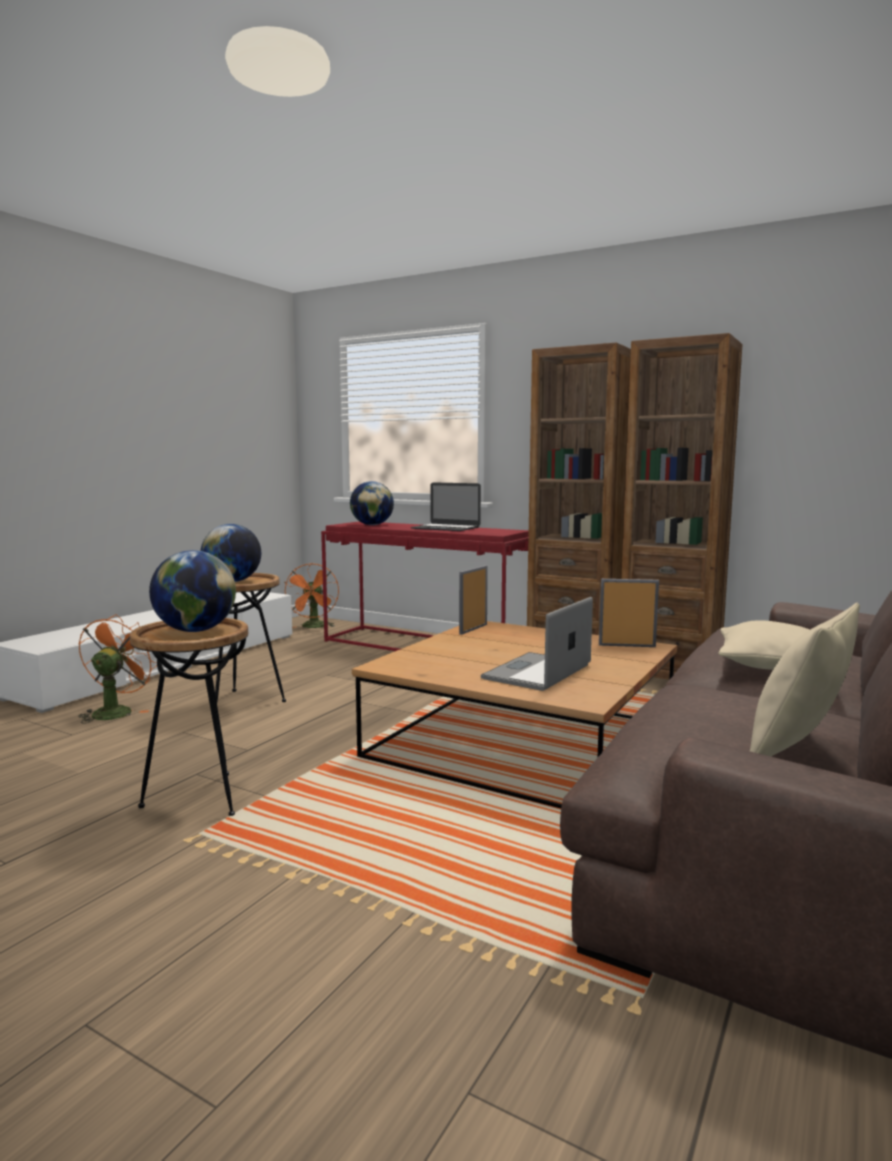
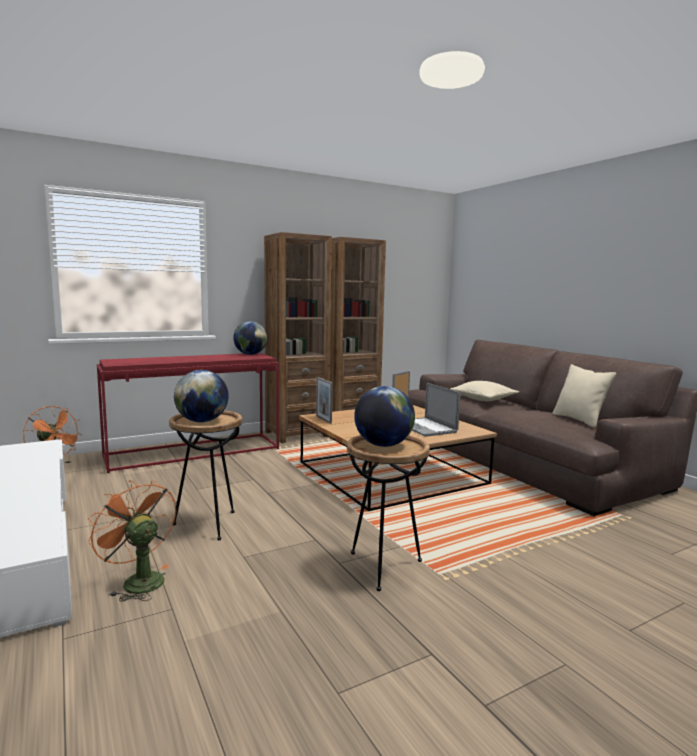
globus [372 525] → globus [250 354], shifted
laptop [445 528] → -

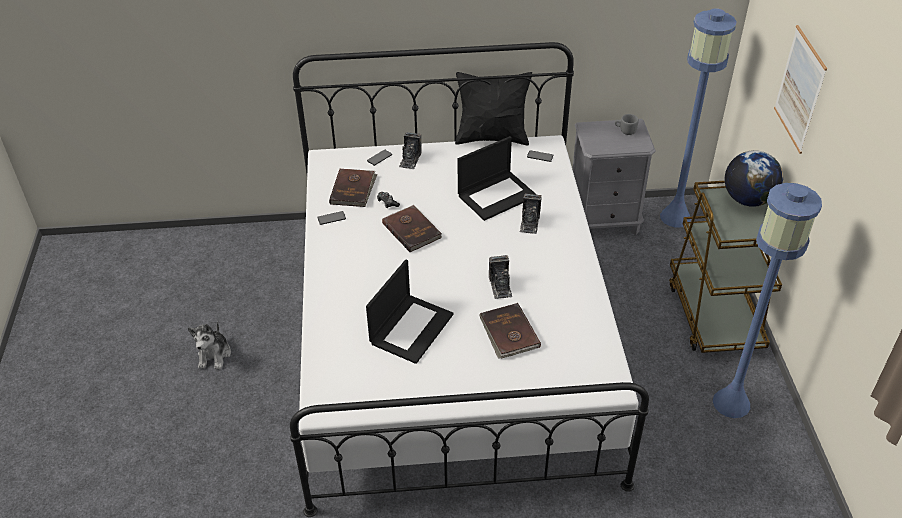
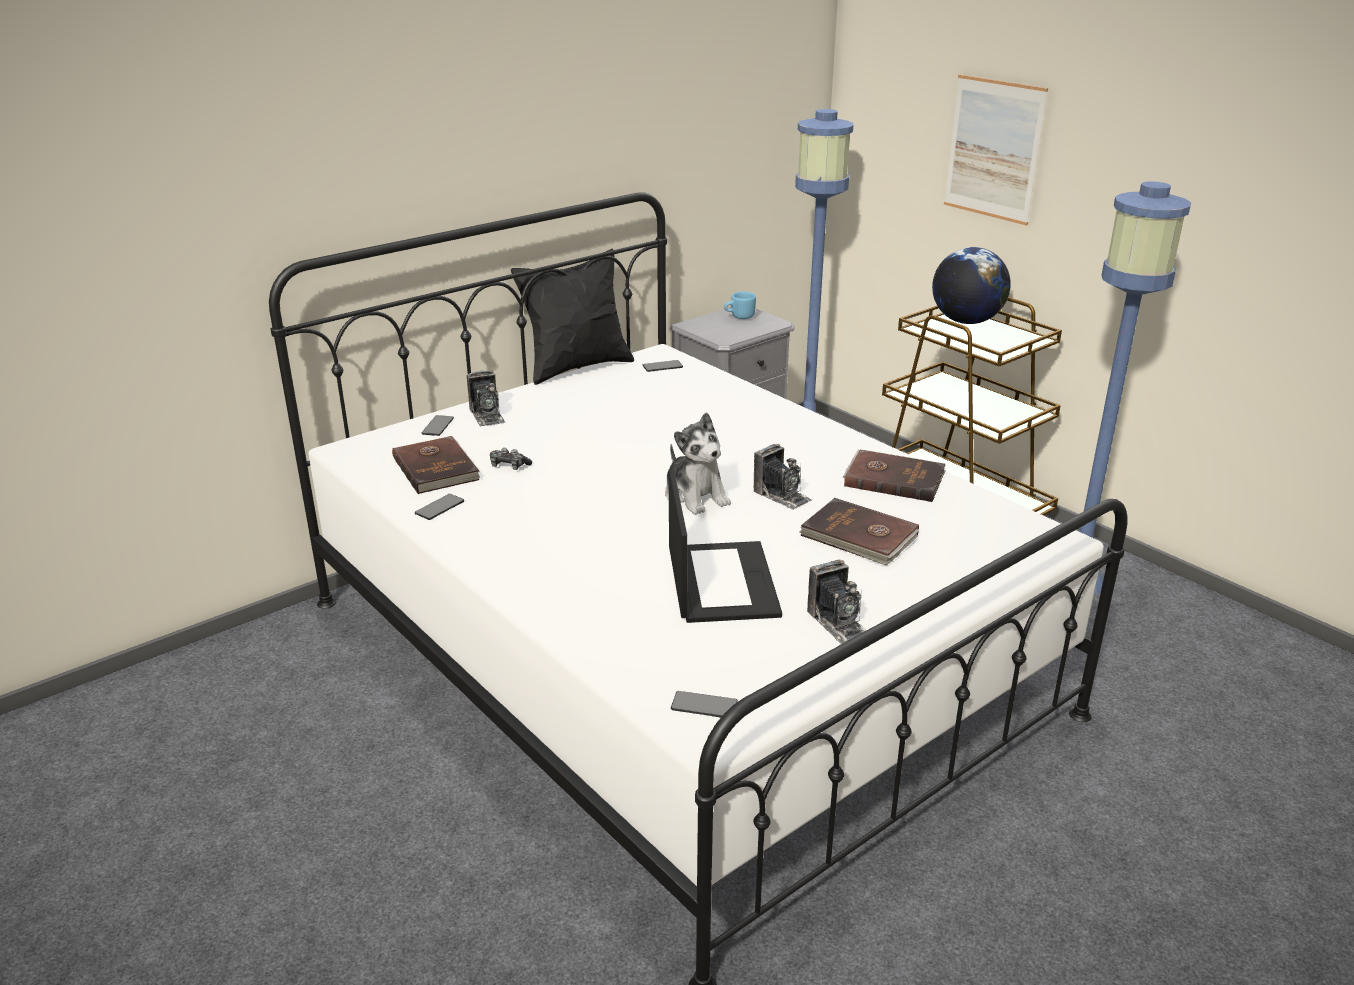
pluszak [214 355] → pluszak [695 496], shifted
książka (brązowy) [412 230] → książka (brązowy) [893 479], shifted
laptop [497 195] → -
aparat fotograficzny [529 223] → aparat fotograficzny [838 623], shifted
kubek (szary) [625 131] → kubek (niebieski) [739 317]
- → telefon [704 706]

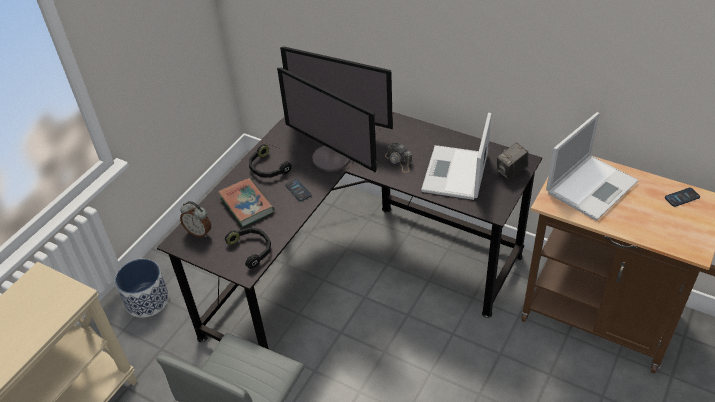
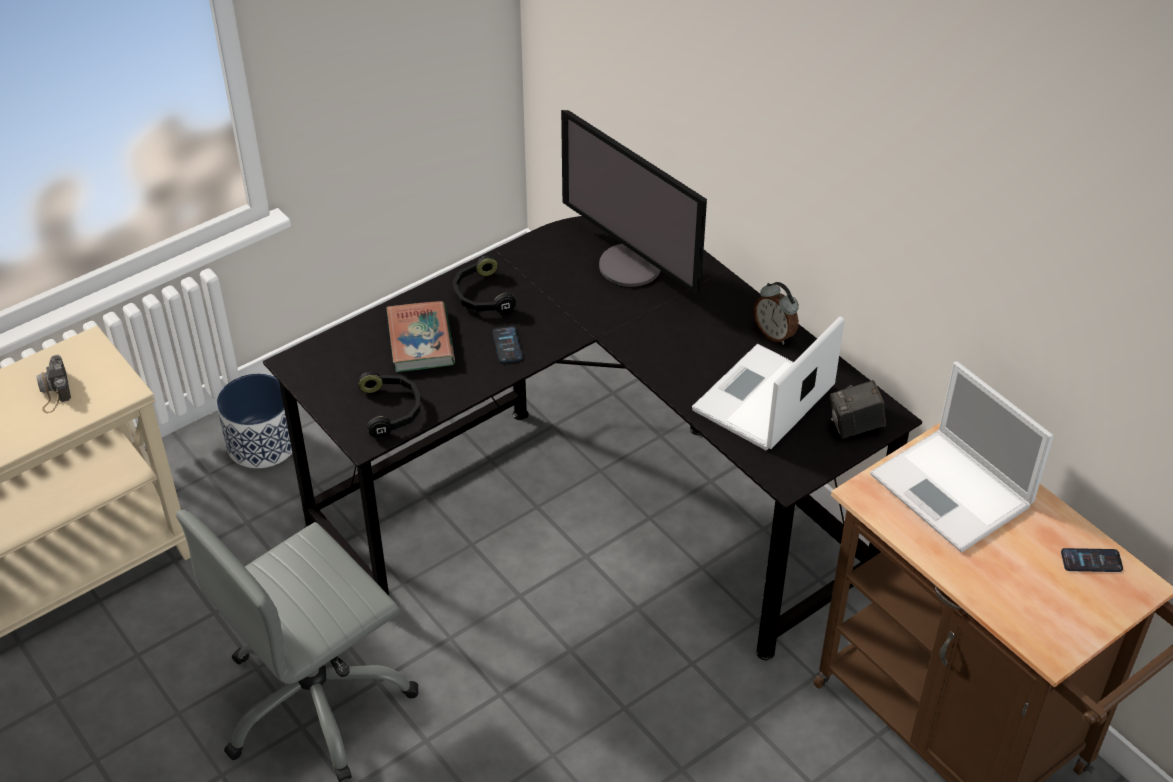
budzik [199 232] → budzik [775 334], shifted
monitor [333 158] → -
aparat fotograficzny [399 161] → aparat fotograficzny [54 390], shifted
laptop [592 186] → laptop [953 491], 75 degrees clockwise

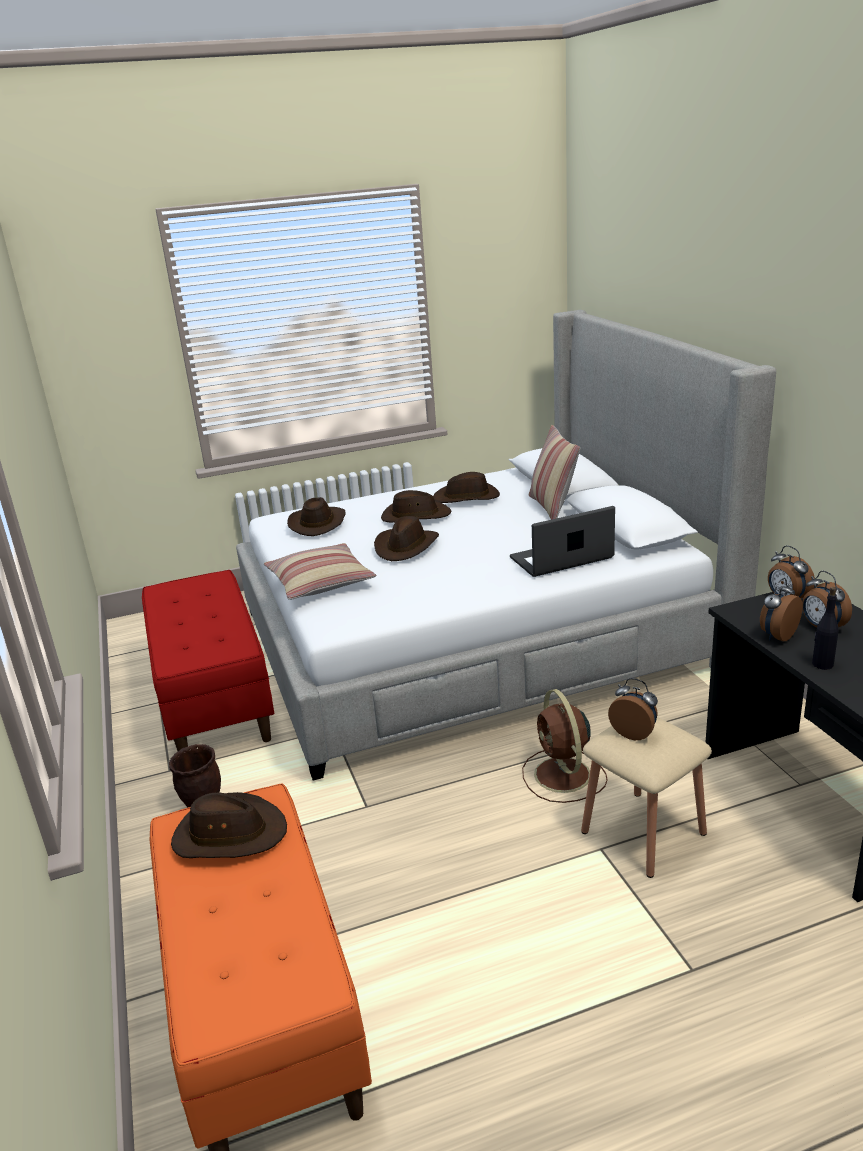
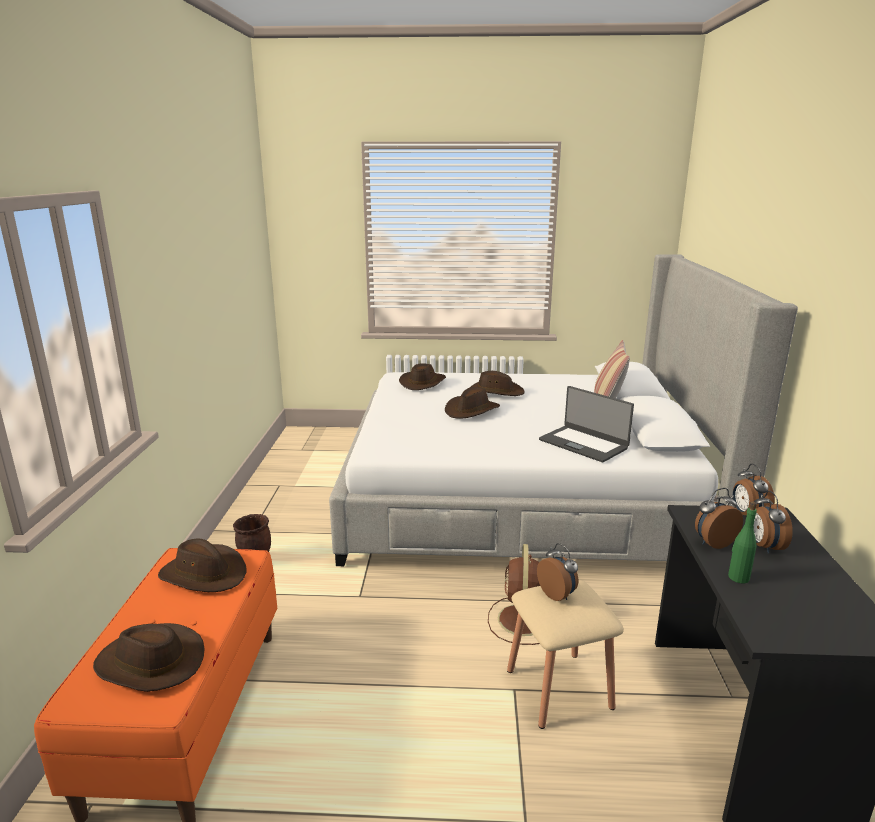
ławka (czerwony) [215 699] → -
poduszka [320 582] → -
kapelusz (brązowy) [467 497] → kapelusz (brązowy) [149 663], shifted
laptop [562 559] → laptop [583 444], 135 degrees counterclockwise
butelka (czarny) [822 664] → butelka (zielony) [738 577]

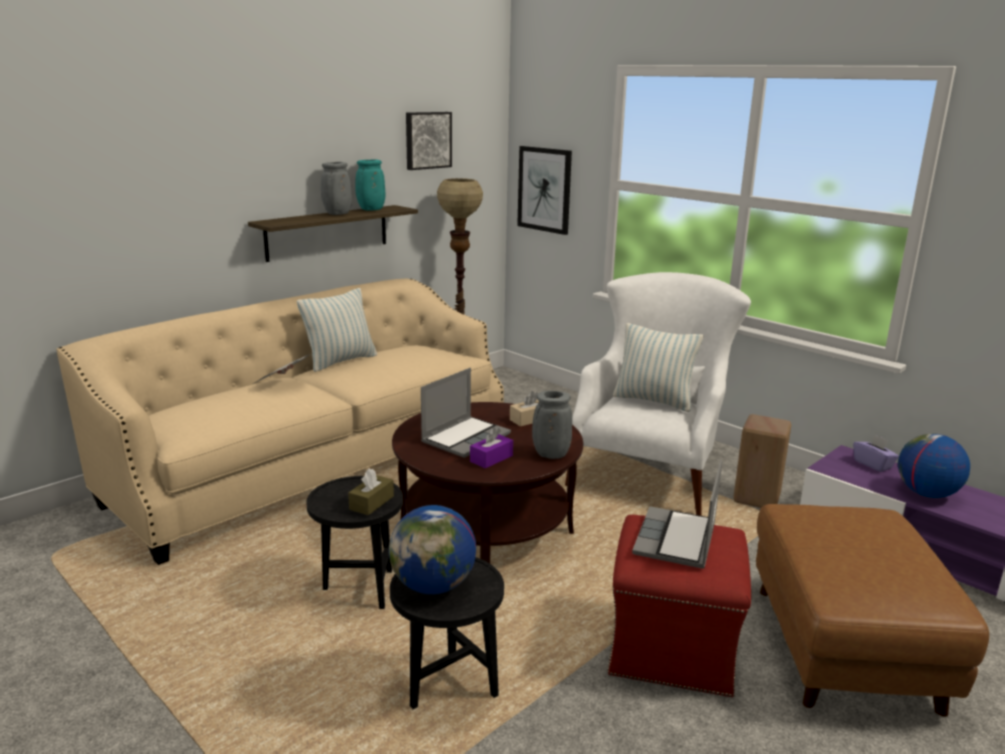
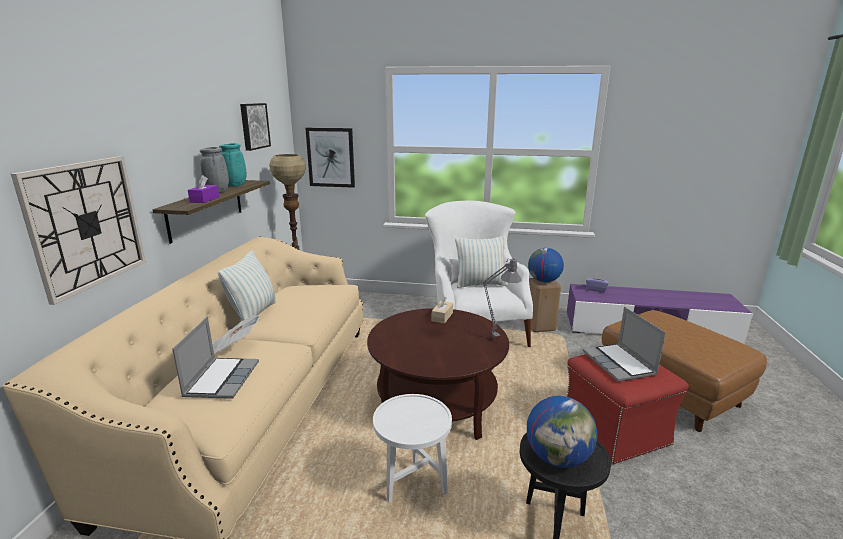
stolik (czarny) [359 590] → stolik (biały) [412 487]
pudełko chusteczek (brązowy) [371 503] → -
laptop [465 438] → laptop [221 379], shifted
pudełko chusteczek (fioletowy) [491 458] → pudełko chusteczek (fioletowy) [204 199], shifted
wazon (szary) [550 455] → lampa stołowa (szary) [490 336]
globus [926 494] → globus [543 281], shifted
- → zegar ścienny [86 225]

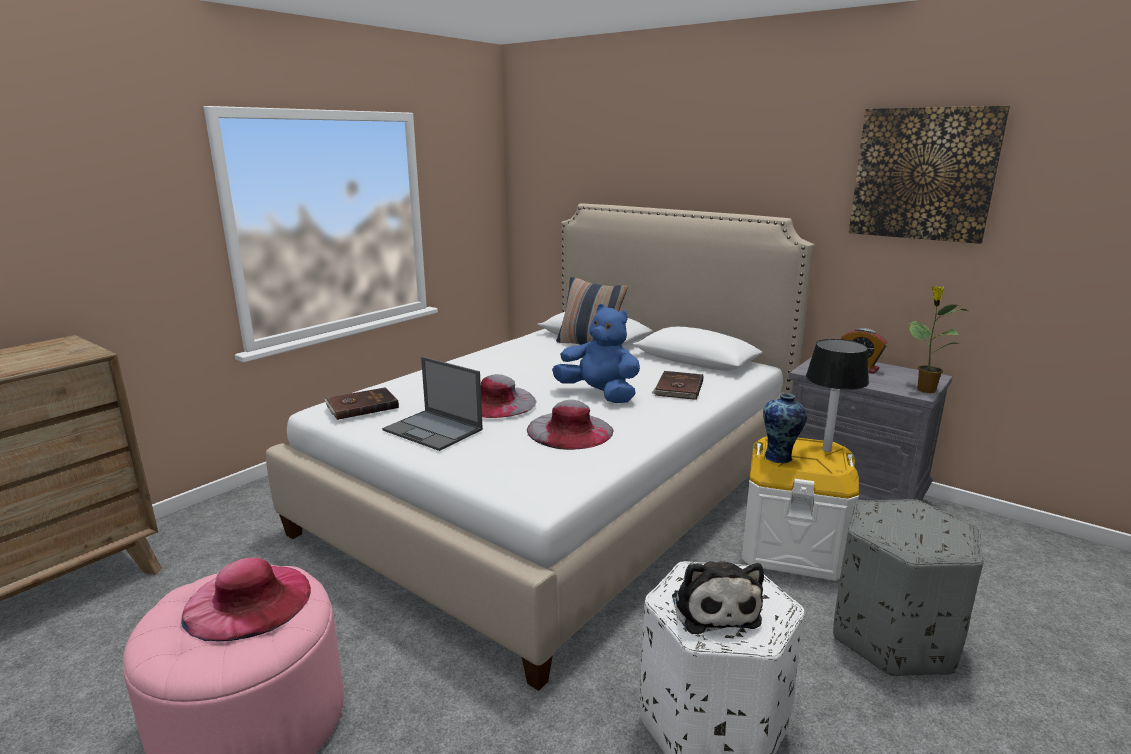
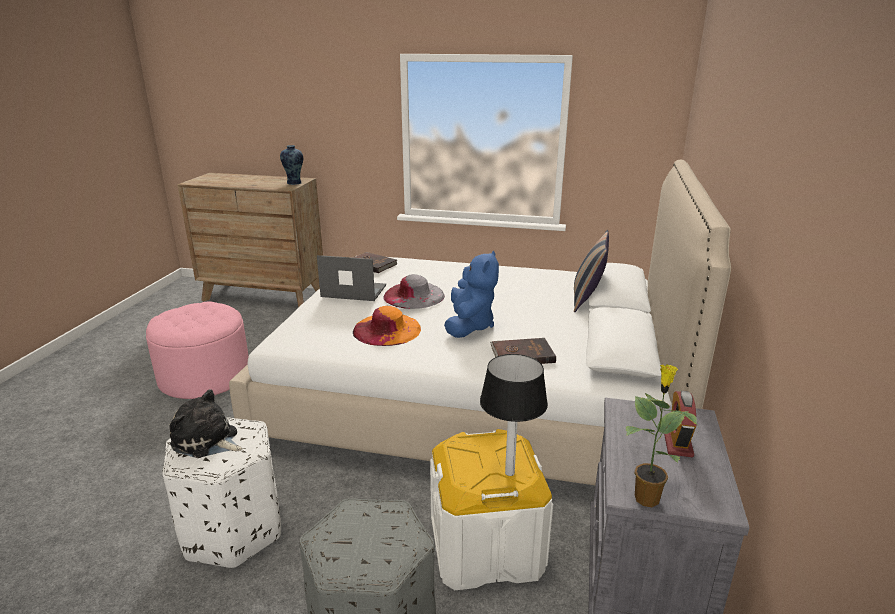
kapelusz (różowy) [248 601] → -
laptop [434 430] → laptop [353 291], 90 degrees clockwise
kapelusz (szary) [570 430] → kapelusz (pomarańczowy) [387 329]
pluszak [713 607] → pluszak [207 441], 60 degrees clockwise
wazon [779 457] → wazon [294 183], shifted
obraz [923 174] → -

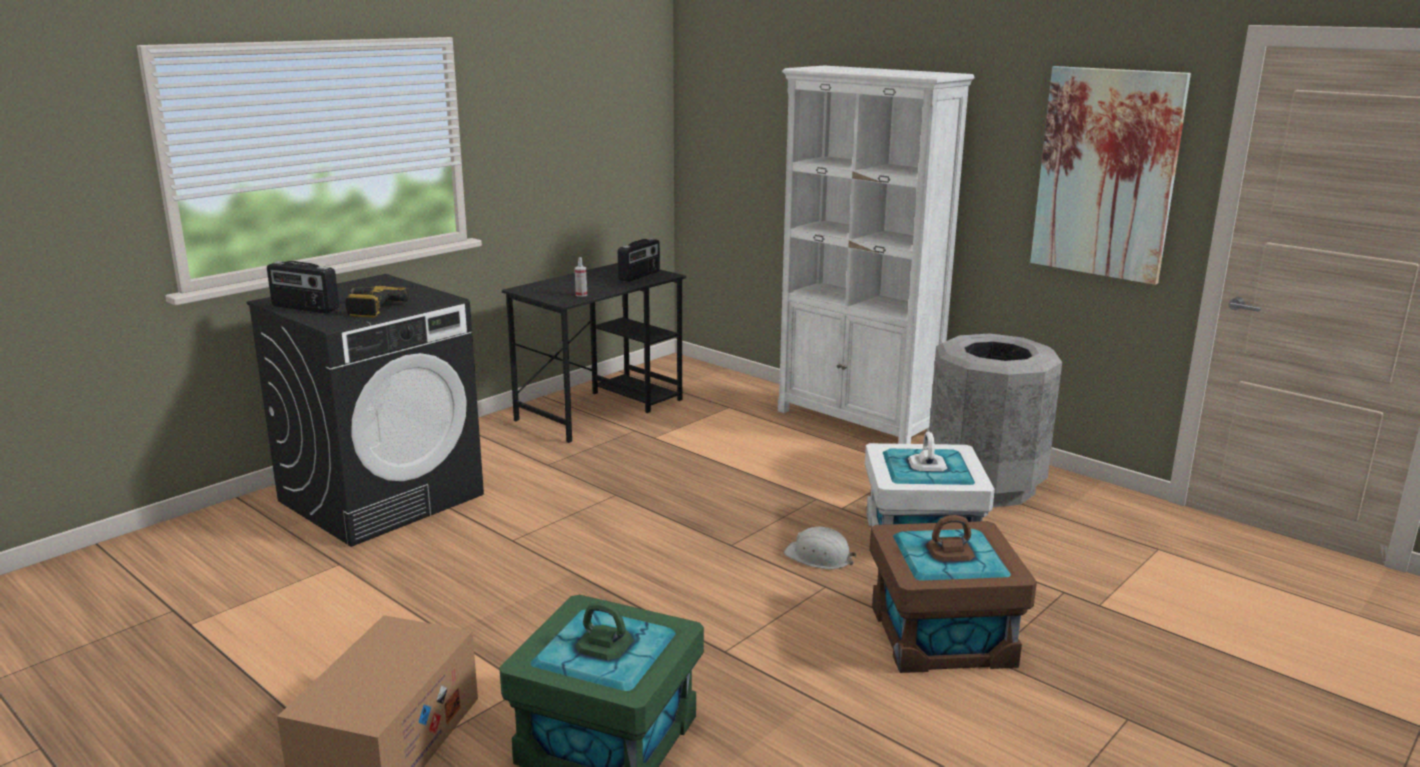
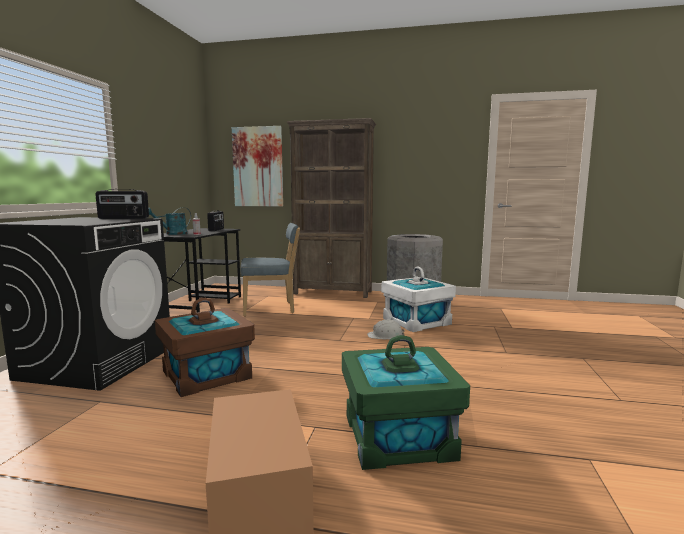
radio [305 308] → radio [123 218], shifted
wiertarka [370 308] → -
regał (biały) [856 422] → regał (brązowy) [333 292]
pojemnik do przechowywania (brązowy) [942 636] → pojemnik do przechowywania (brązowy) [206 375], shifted
obraz [1106 174] → obraz [258 167], shifted
- → konewka (turkusowy) [172 234]
- → krzesło (niebieski) [271 308]

